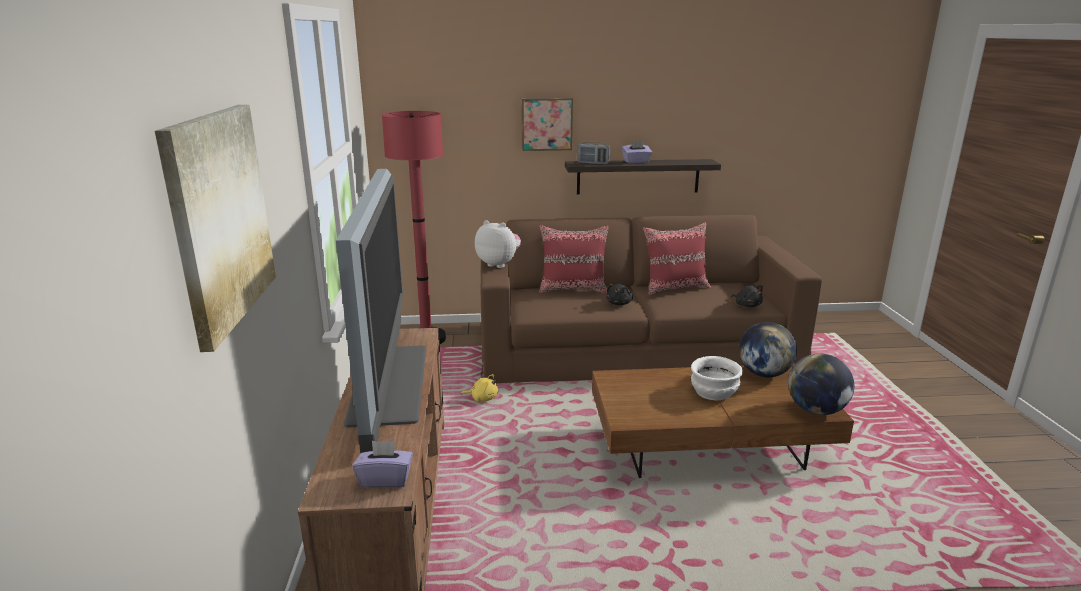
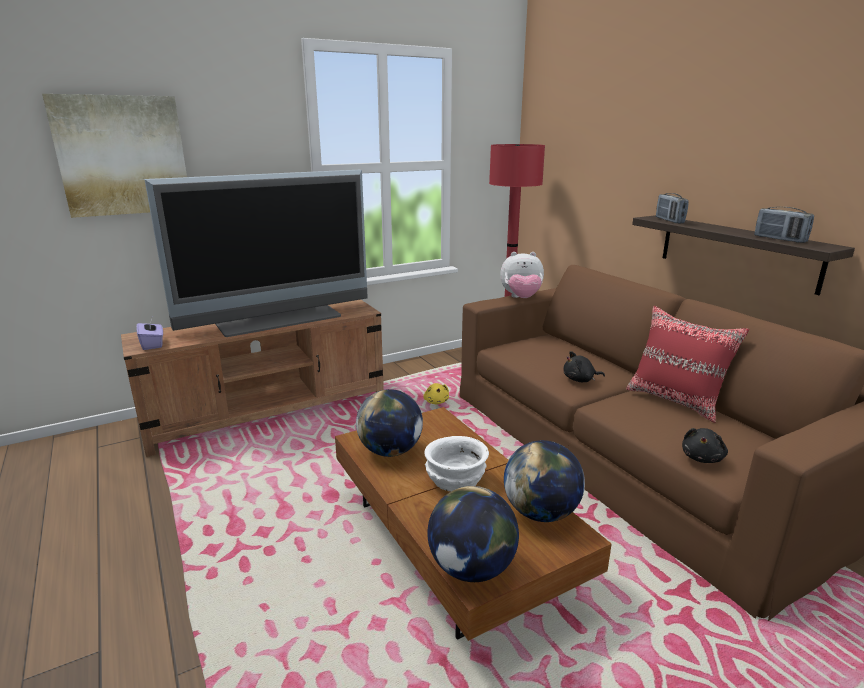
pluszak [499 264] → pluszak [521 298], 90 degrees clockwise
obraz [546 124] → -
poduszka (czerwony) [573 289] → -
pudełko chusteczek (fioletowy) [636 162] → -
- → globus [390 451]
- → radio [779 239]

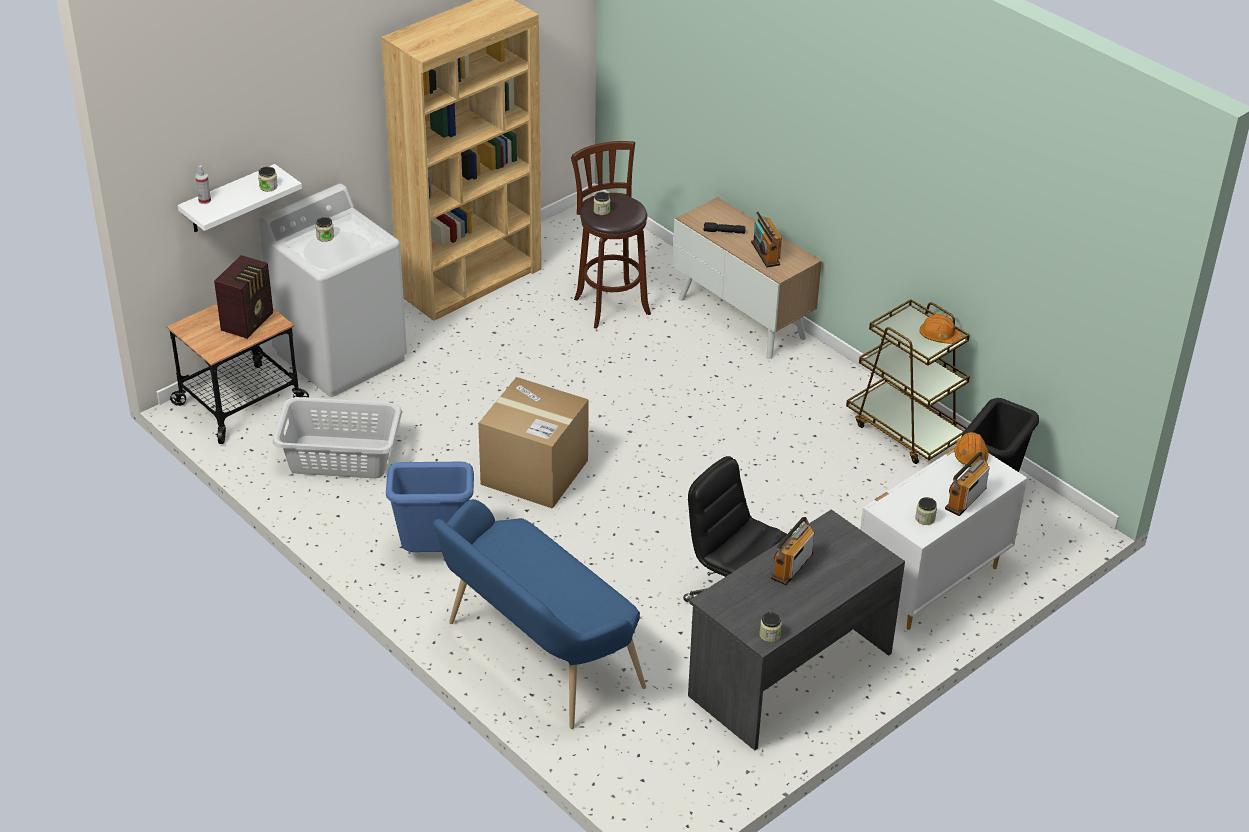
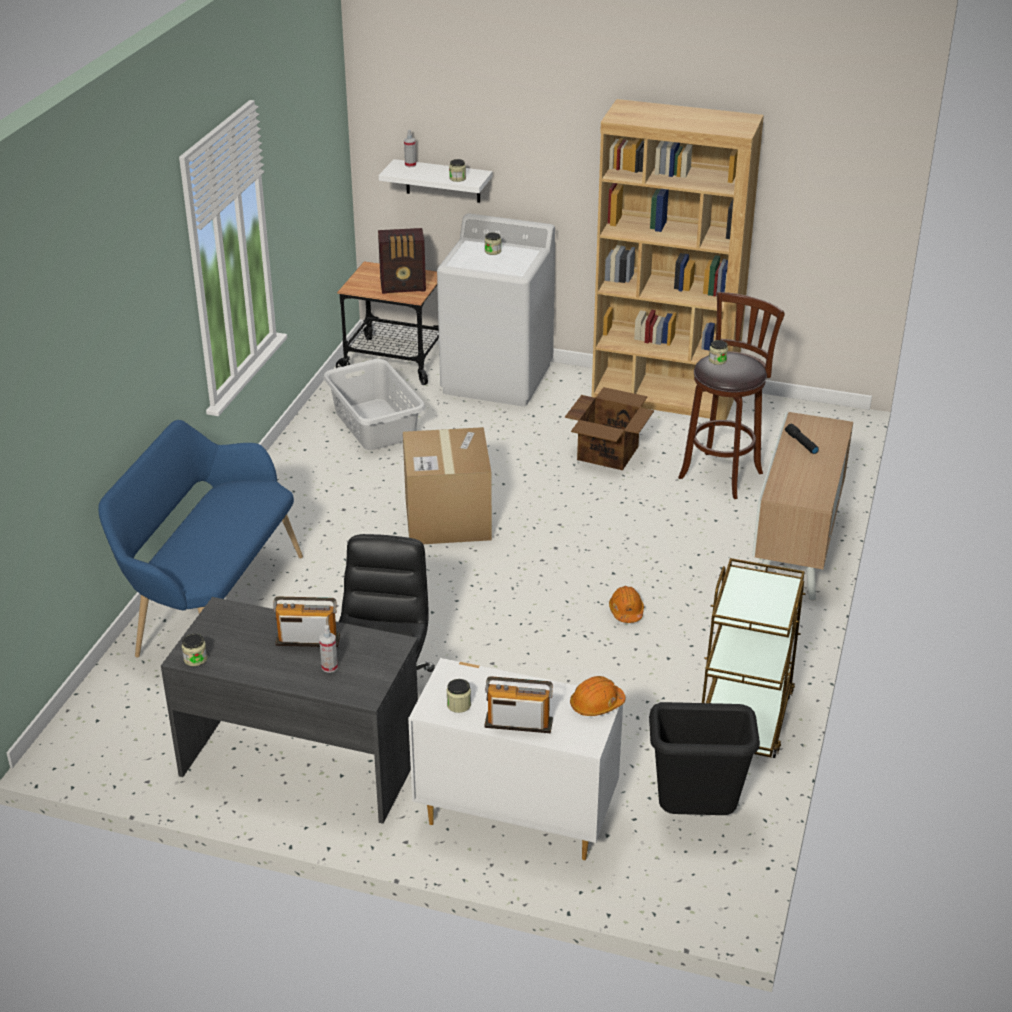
kosz na śmieci (niebieski) [433 554] → -
radio [765 253] → -
kask (pomarańczowy) [939 336] → kask (pomarańczowy) [626 611], shifted
- → spryskiwacz [329 667]
- → karton [608 452]

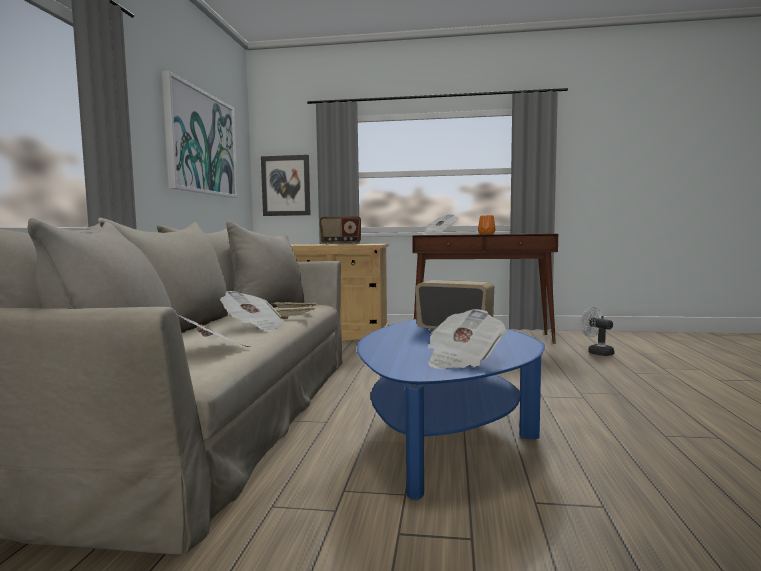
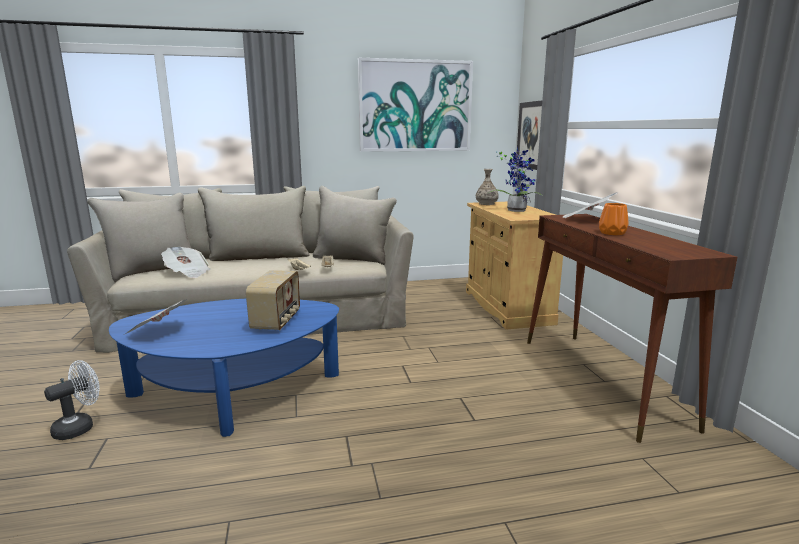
gazeta [254 327] → -
radio [340 244] → roślina doniczkowa [516 210]
wentylator (biały) [597 352] → wentylator (biały) [80 427], shifted
- → wazon [486 204]

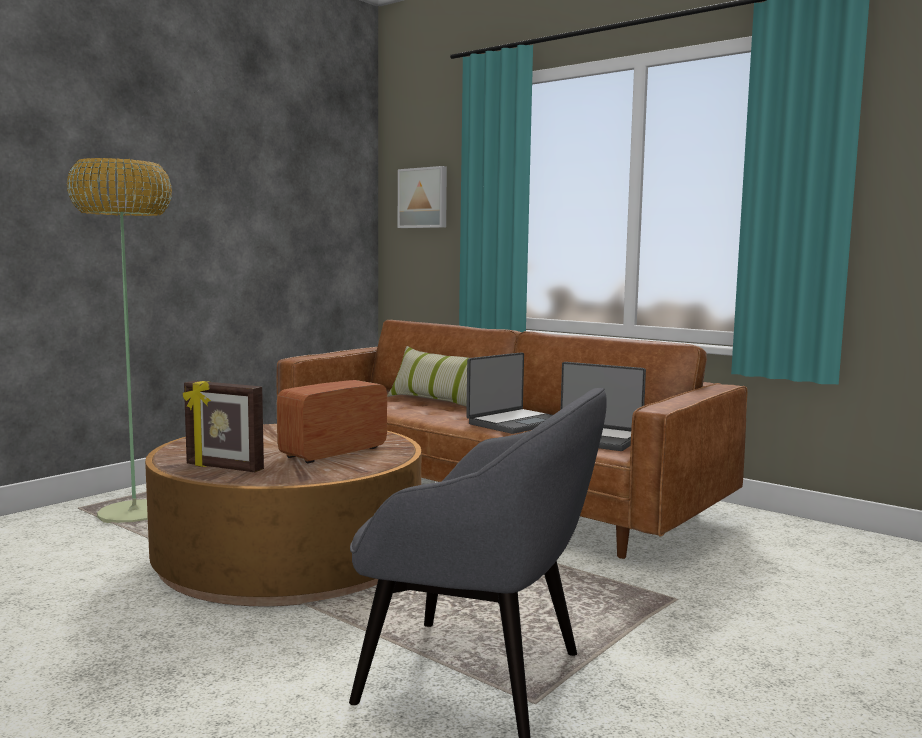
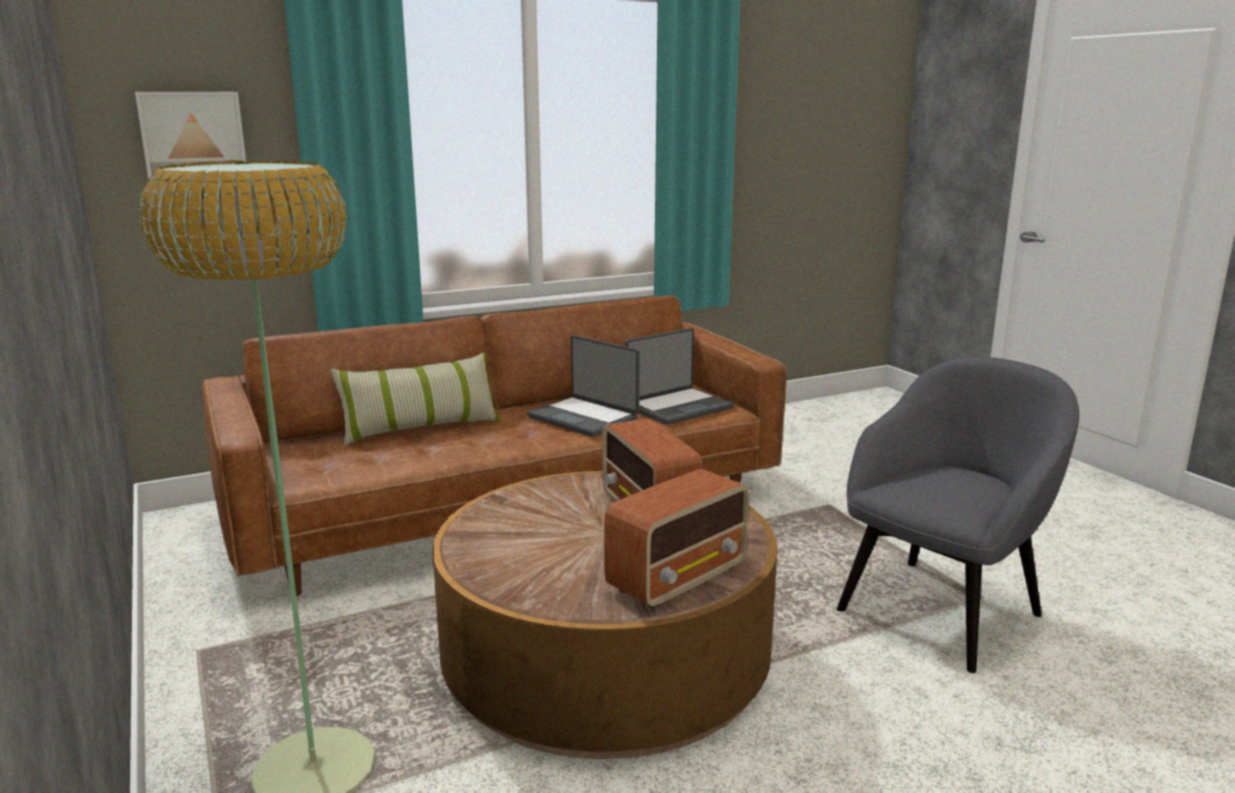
ramka na zdjęcie [223 468] → radio [679 577]
laptop [515 423] → laptop [584 418], 150 degrees clockwise

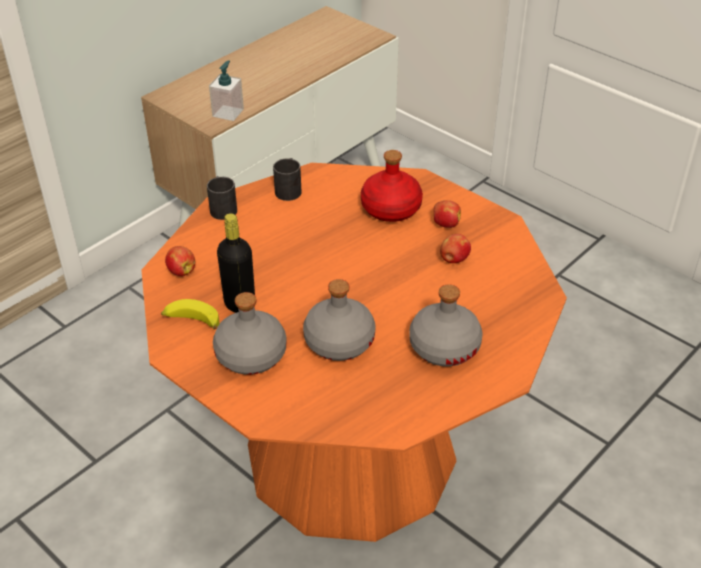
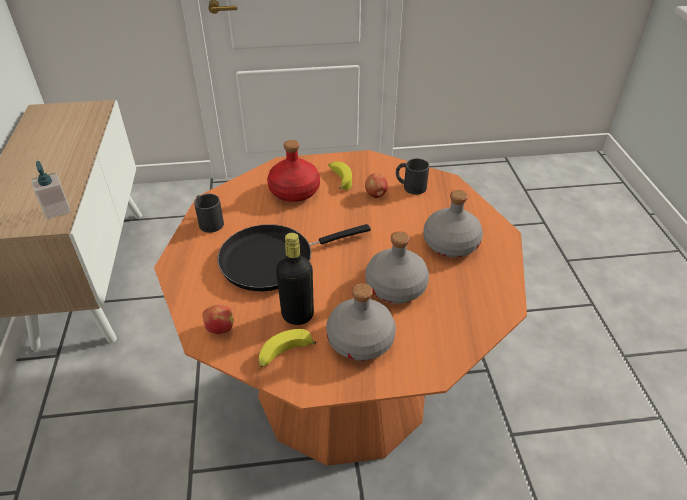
kubek (czarny) [222 207] → kubek (czarny) [410 186], shifted
jabłko [445 224] → banan [339 179]
- → patelnia (czarny) [273 260]

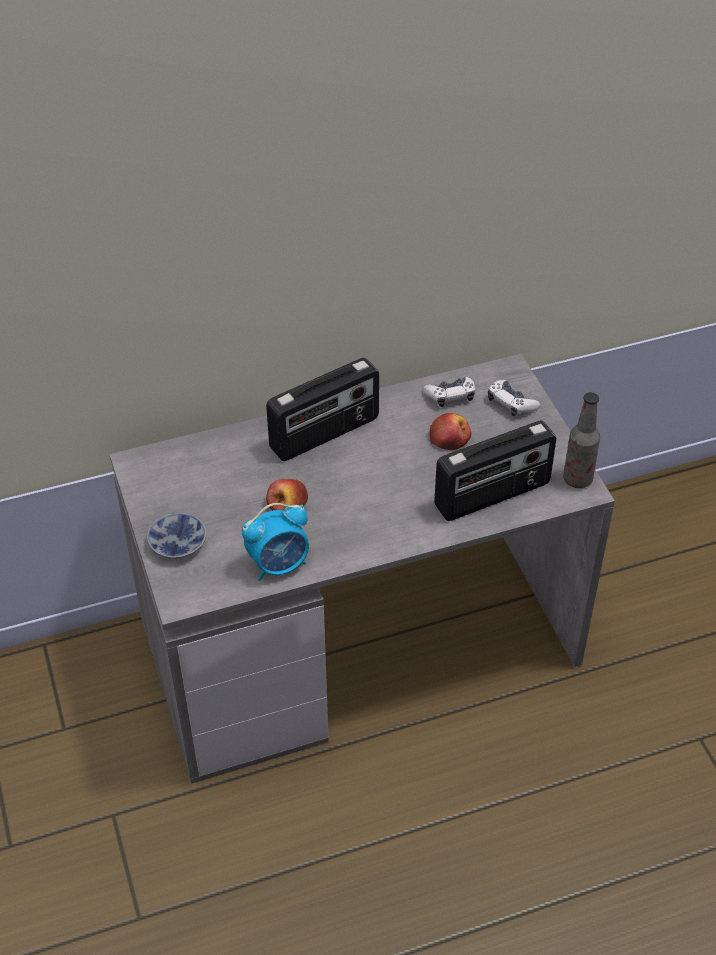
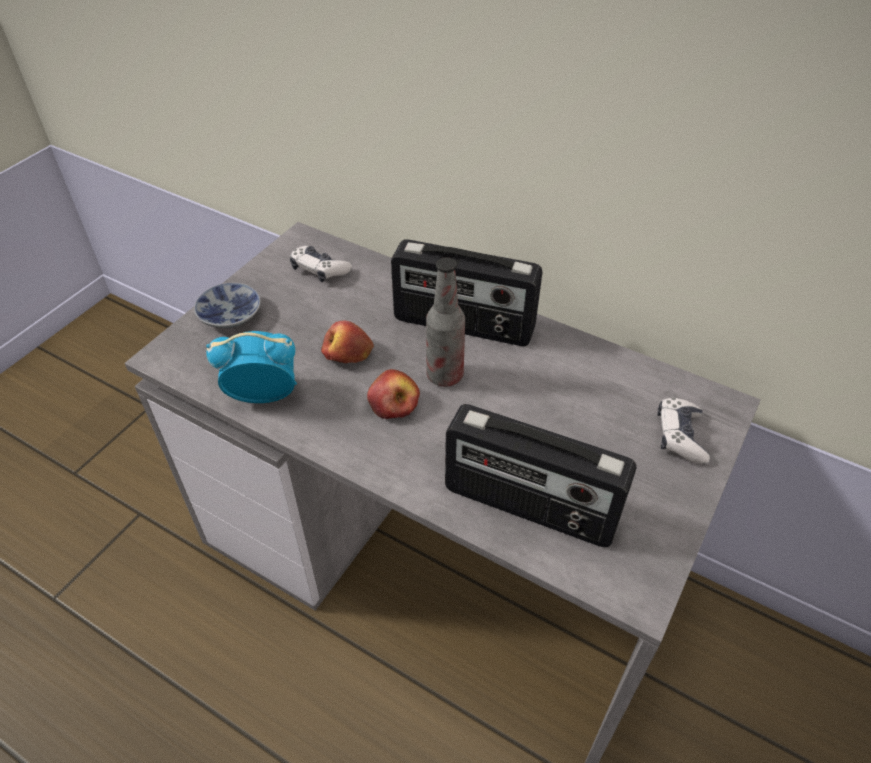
budzik [279 564] → budzik [263 394], 150 degrees clockwise
pad do gier [450 396] → pad do gier [319 270], shifted
jabłko [450 438] → jabłko [393 403], shifted
butelka [577 479] → butelka [445 375], shifted

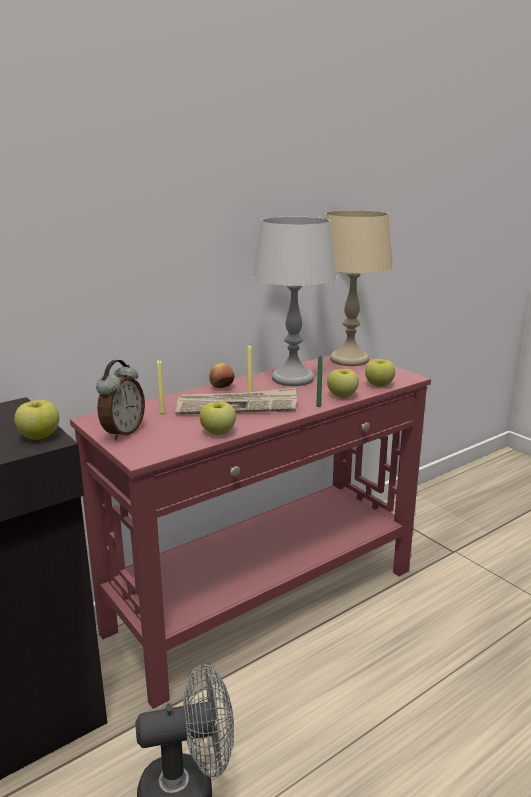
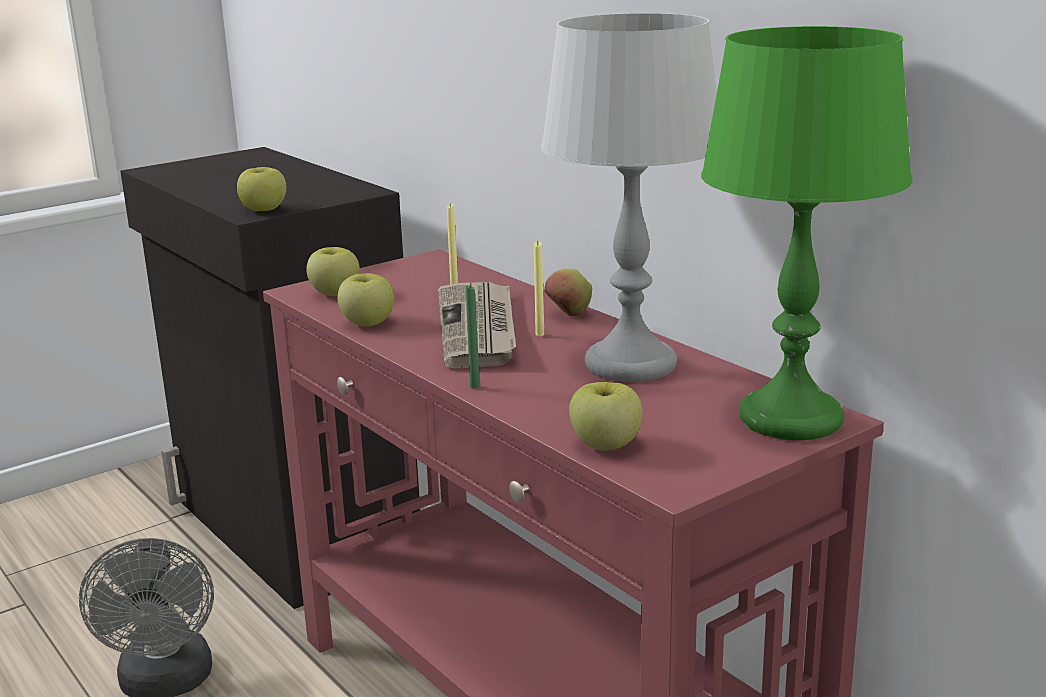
budzik [122 432] → -
lampa stołowa (beżowy) [349 360] → lampa stołowa (zielony) [792 418]
jabłko [342 396] → jabłko [335 293], shifted

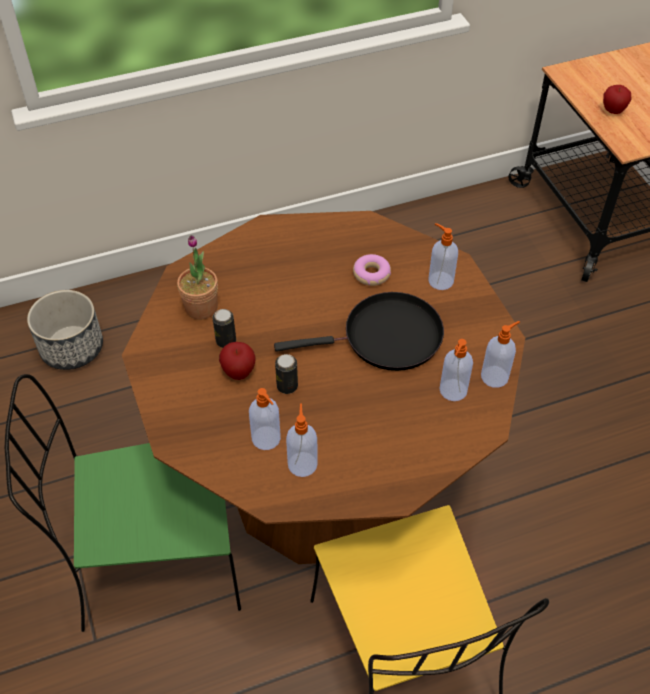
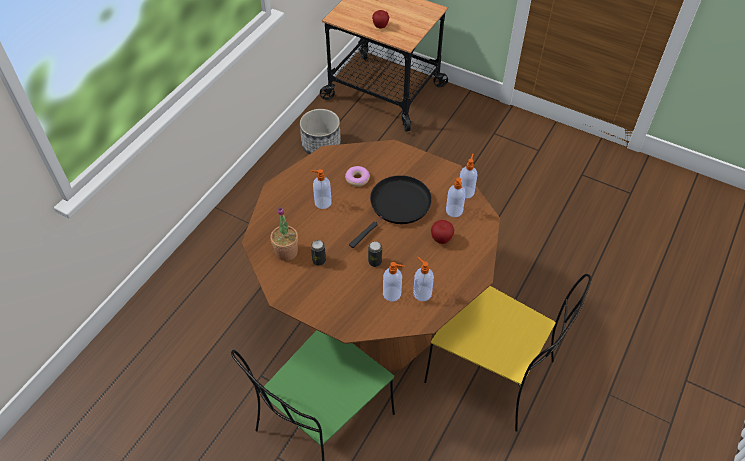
donica [72 347] → donica [321 145], shifted
jabłko [239 372] → jabłko [441 239], shifted
dozownik mydła [440 280] → dozownik mydła [322 202], shifted

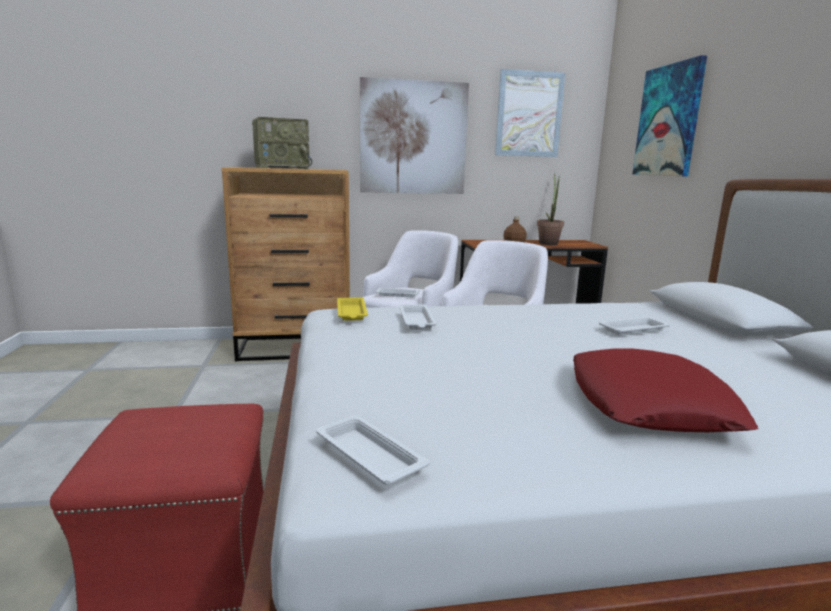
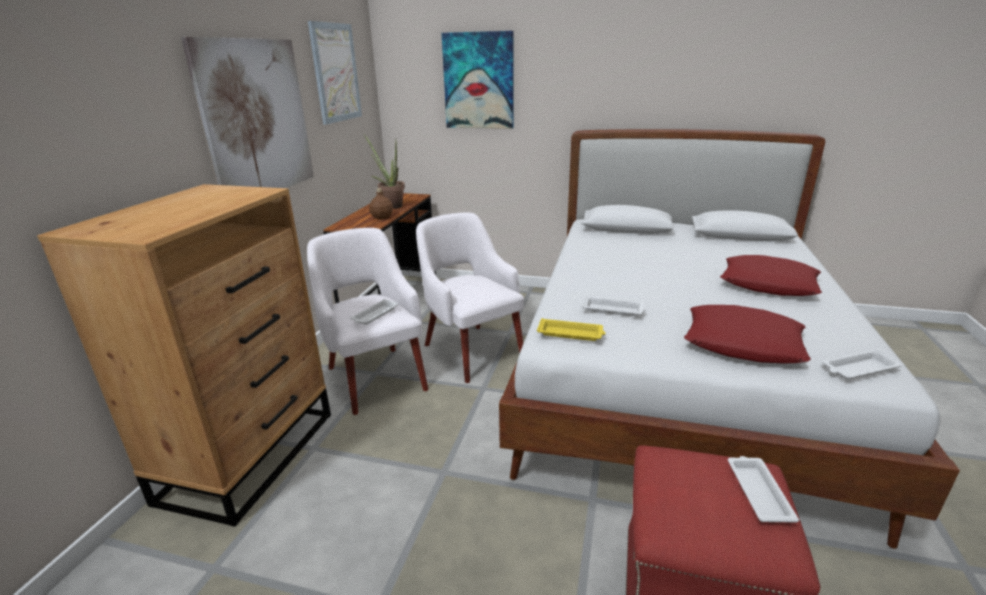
radio [282 168] → -
taca (biały) [634 330] → taca (biały) [758 492], shifted
- → poduszka (czerwony) [743 343]

